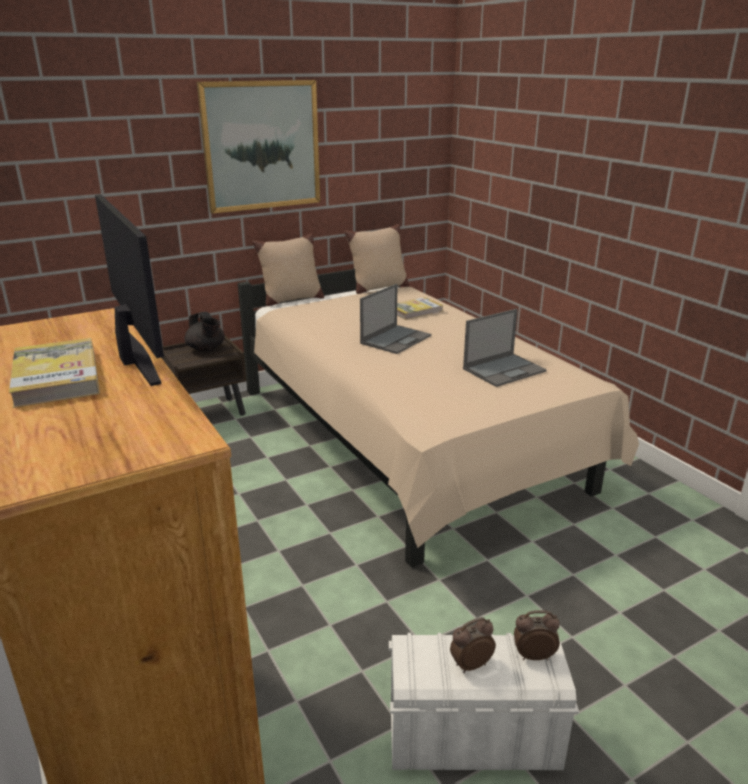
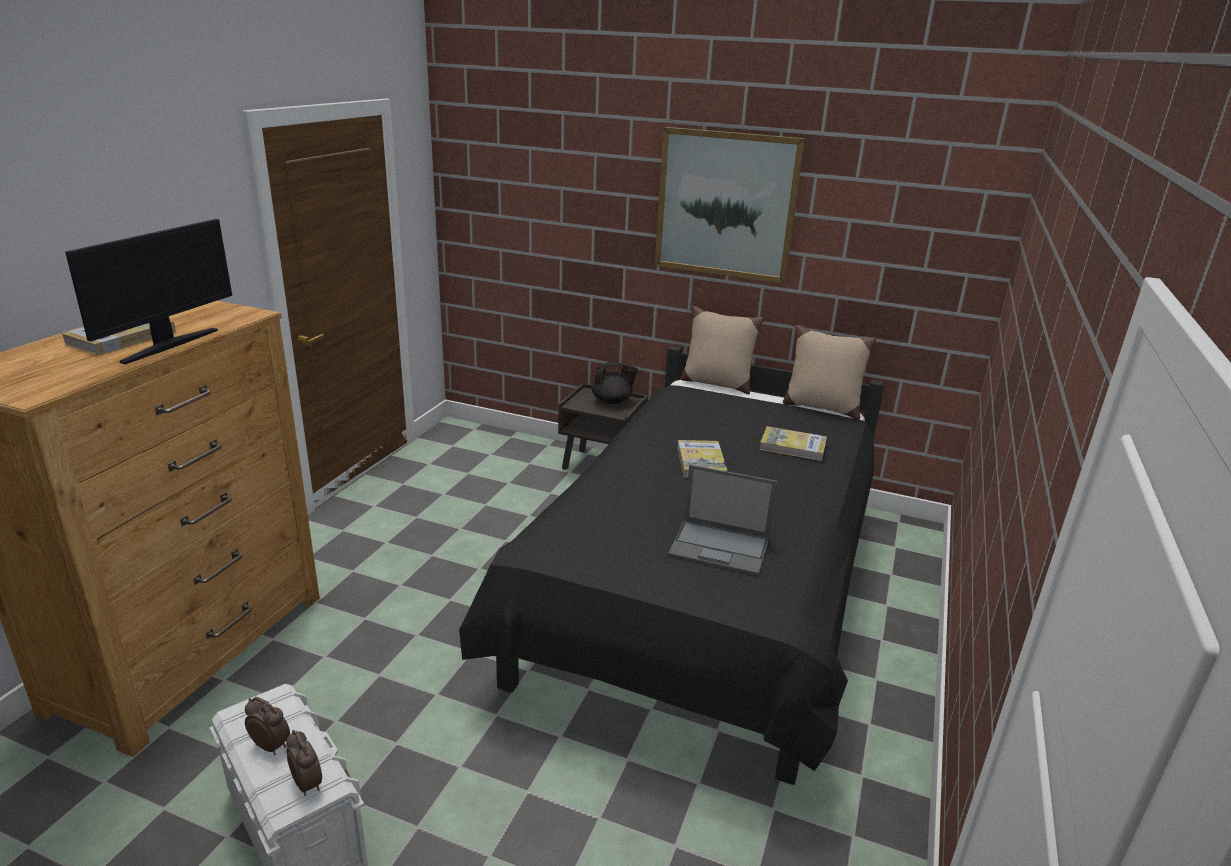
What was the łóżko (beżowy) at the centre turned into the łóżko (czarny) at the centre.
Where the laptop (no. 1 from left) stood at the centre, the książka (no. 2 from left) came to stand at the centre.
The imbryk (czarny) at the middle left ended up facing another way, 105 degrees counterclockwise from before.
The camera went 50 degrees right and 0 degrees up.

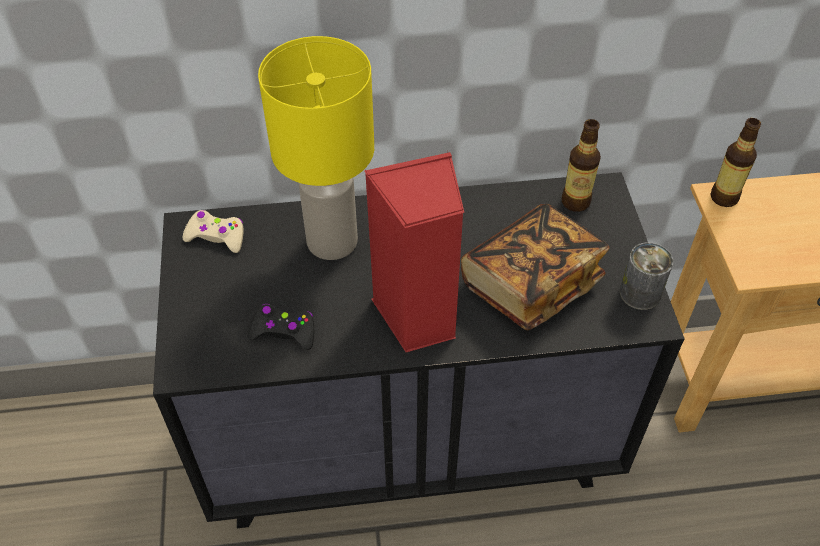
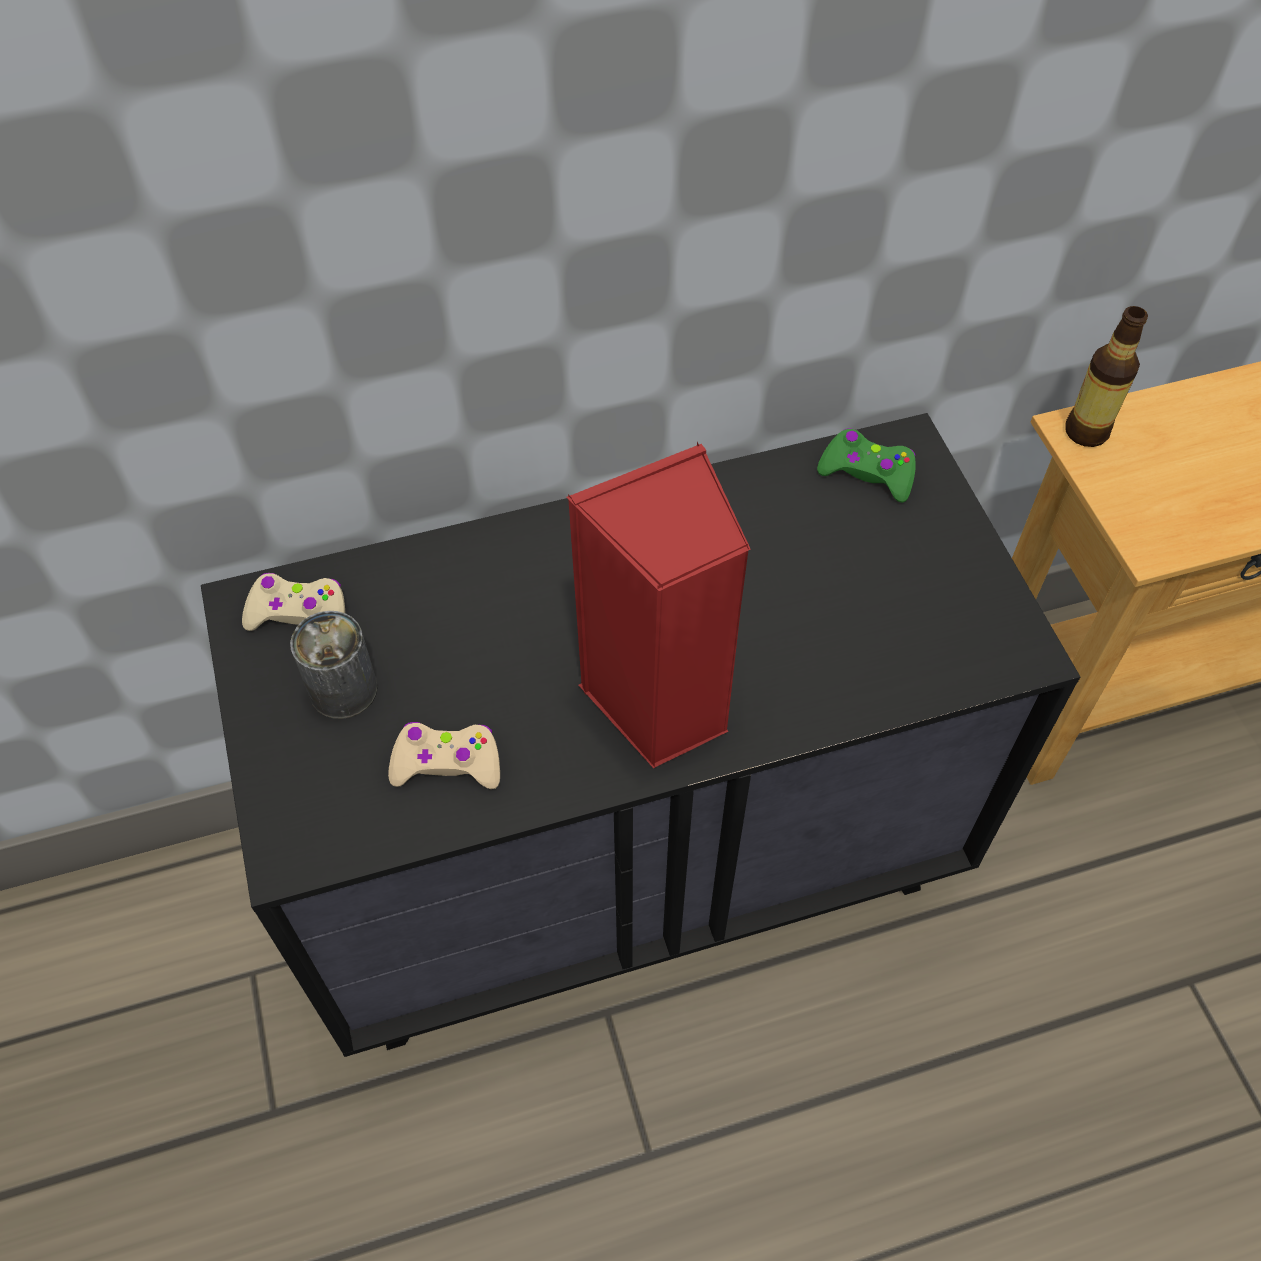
The second view lost the lampa stołowa (żółty) at the top centre.
Where the butelka (no. 1 from left) stood at the top right, the pad do gier (zielony) came to stand at the middle right.
The second view lost the książka at the centre.
The puszka ended up elsewhere, having gone from the middle right to the middle left.
What was the pad do gier (czarny) at the centre turned into the pad do gier (beżowy) (no. 2 from left) at the centre.
The camera went 10 degrees left and 5 degrees up.

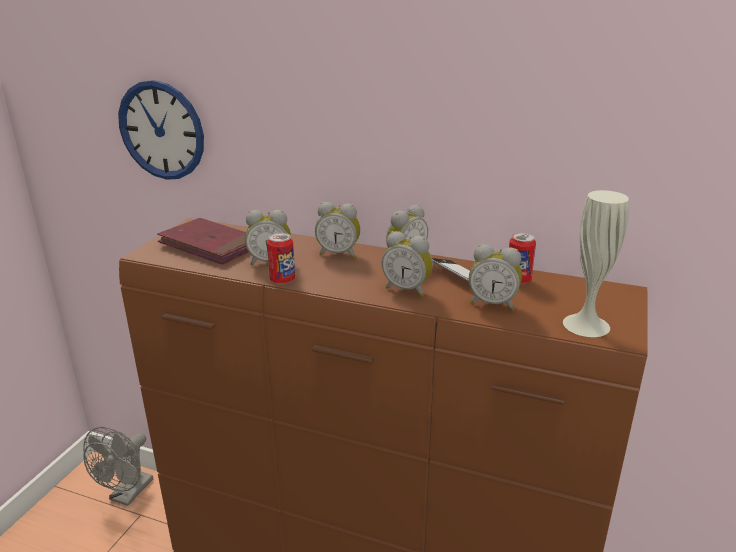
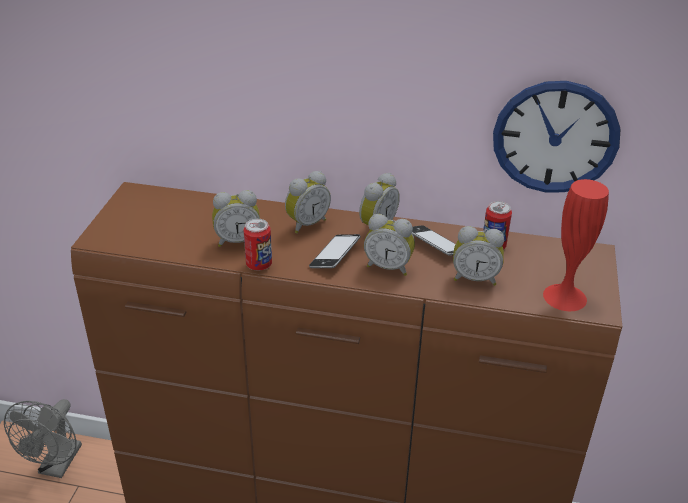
The zegar ścienny ended up elsewhere, having gone from the top left to the top right.
What was the wazon (biały) at the middle right turned into the wazon (czerwony) at the middle right.
The budzik (no. 2 from left) at the centre ended up facing another way, 45 degrees counterclockwise from before.
The second view lost the książka (czerwony) at the middle left.
The second view gained the telefon (no. 1 from left) at the centre.
The camera went 10 degrees left and 10 degrees up.

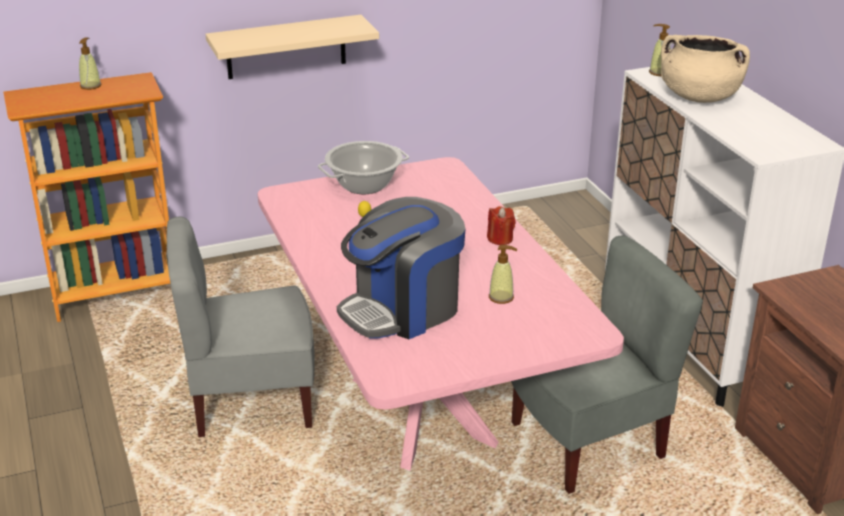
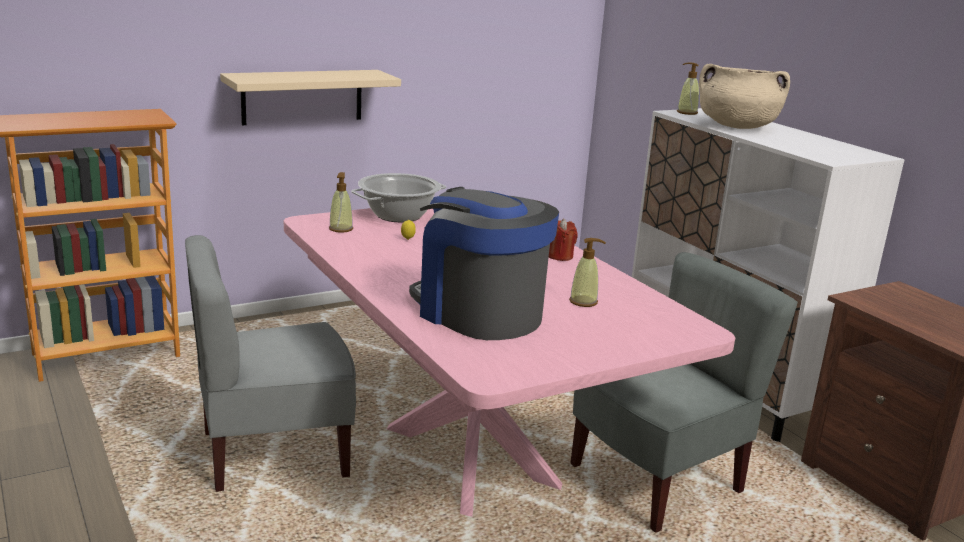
The dozownik mydła (no. 1 from left) ended up elsewhere, having gone from the top left to the centre.
The ekspres do kawy at the centre ended up facing another way, 90 degrees clockwise from before.
The camera went 10 degrees left and 10 degrees down.

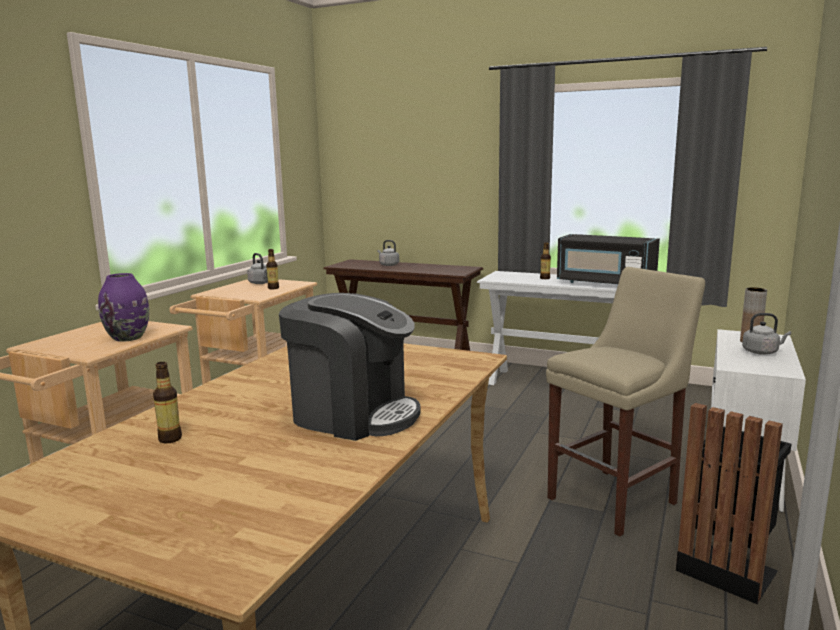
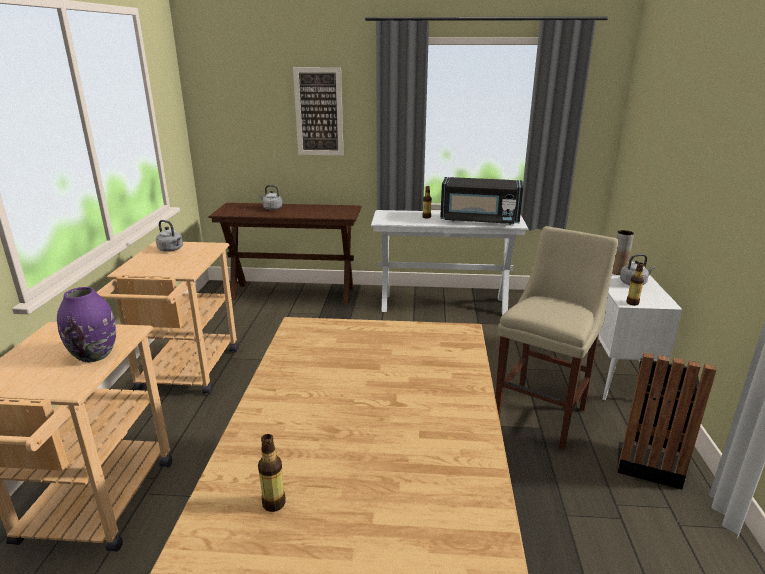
The butelka (no. 2 from left in the first image) ended up elsewhere, having gone from the middle left to the middle right.
The second view lost the ekspres do kawy at the centre.
The second view gained the obraz at the top centre.
The camera went 20 degrees left and 10 degrees up.

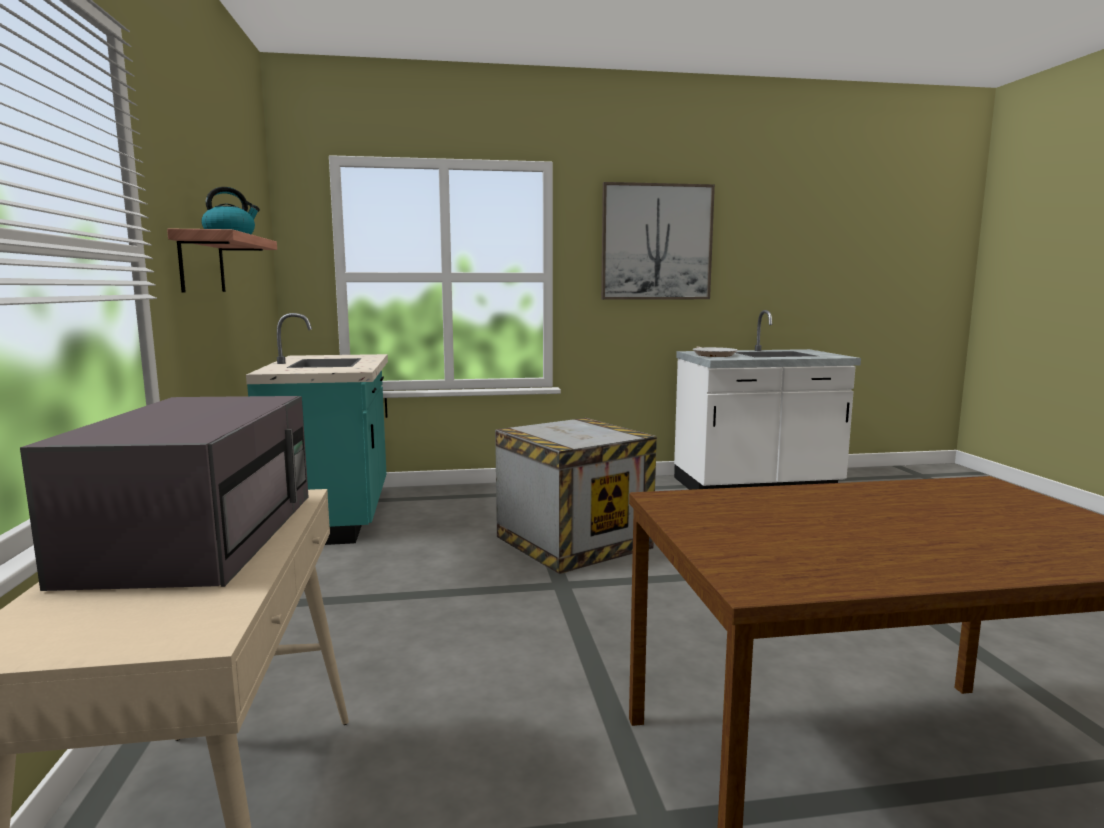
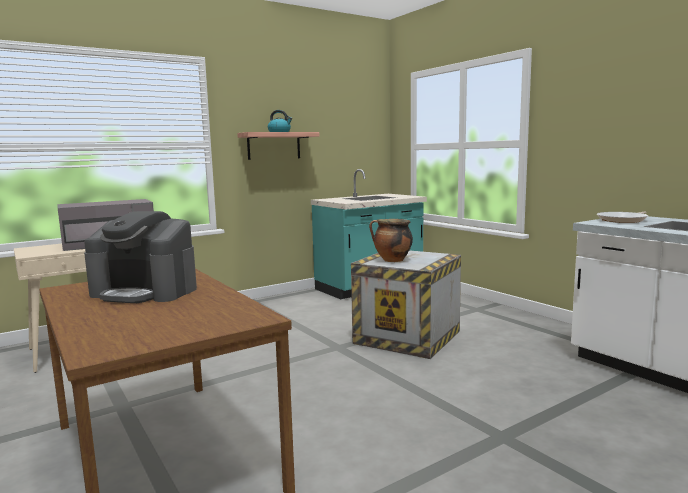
The second view lost the obraz at the top centre.
The second view gained the ekspres do kawy at the middle left.
The second view gained the garnek at the centre.
The camera went 65 degrees right and 0 degrees up.

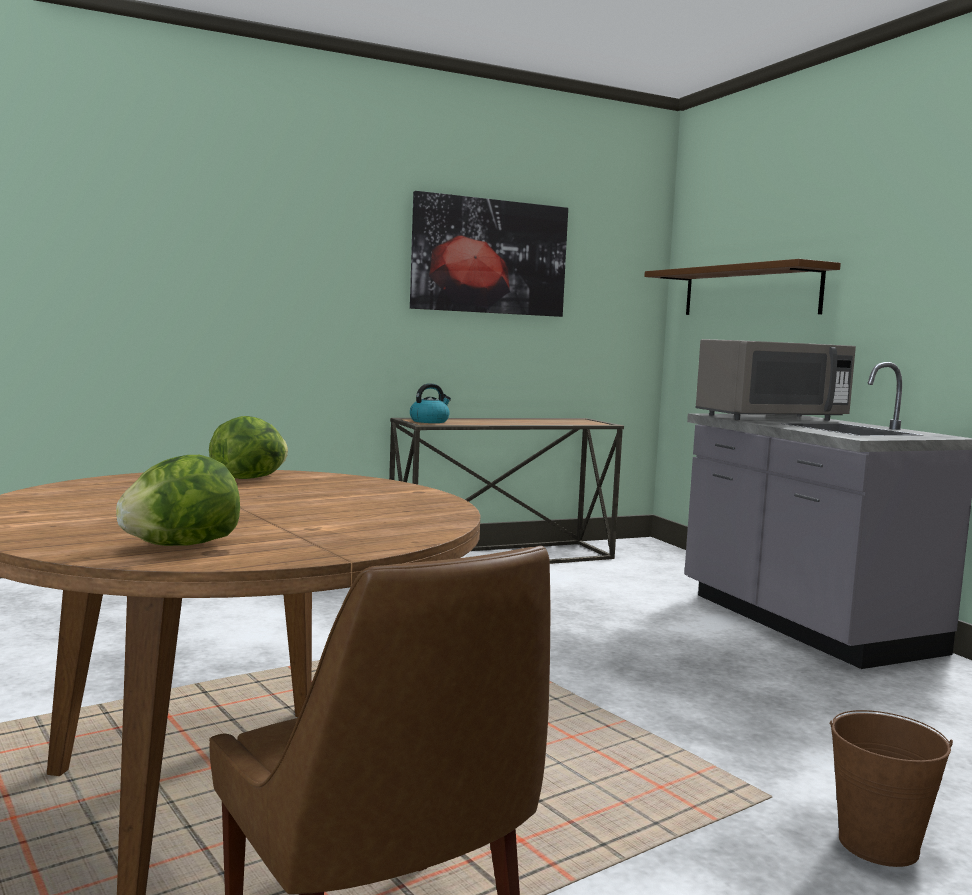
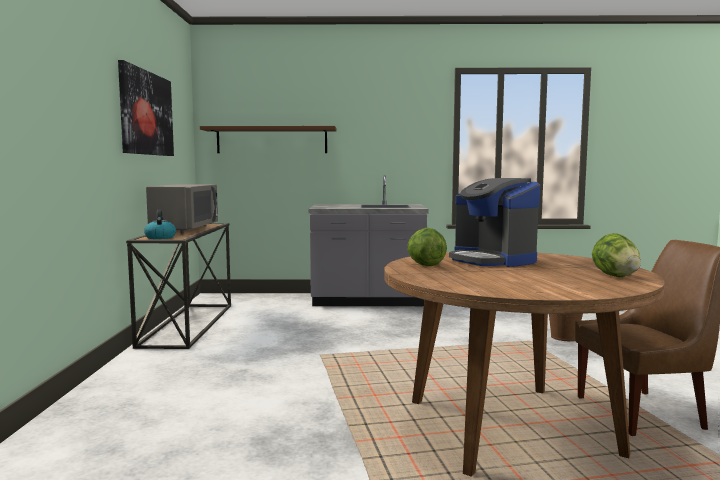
The mikrofalówka (szary) ended up elsewhere, having gone from the middle right to the middle left.
The second view gained the ekspres do kawy at the middle right.
The camera went 65 degrees left and 0 degrees up.

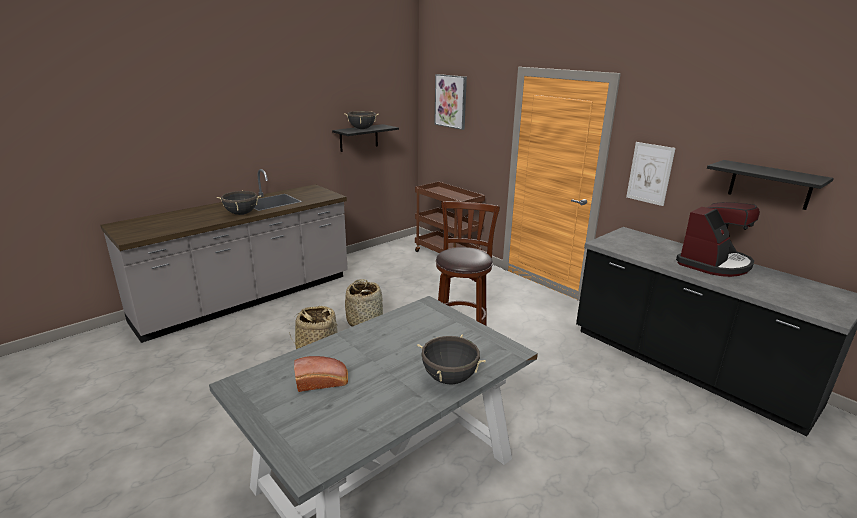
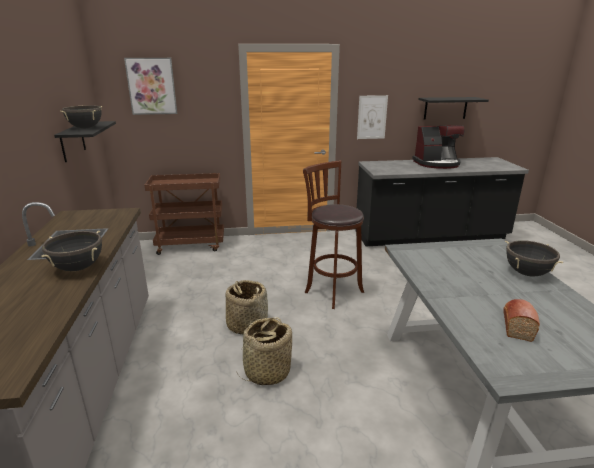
The ekspres do kawy at the middle right ended up facing another way, 90 degrees clockwise from before.
The camera went 55 degrees left and 0 degrees up.

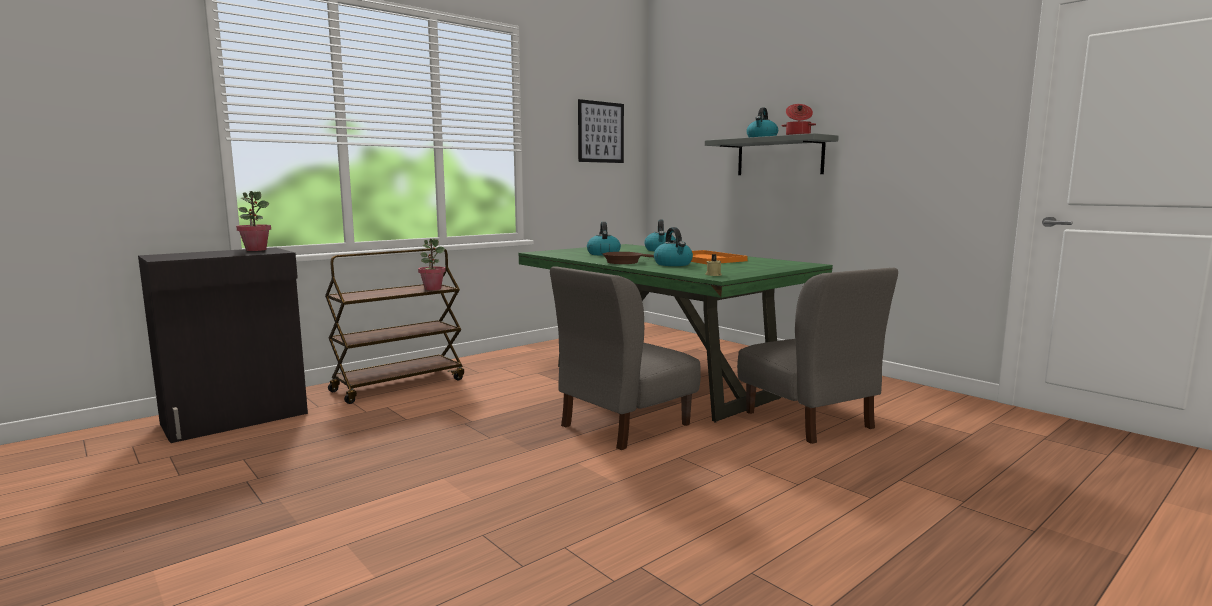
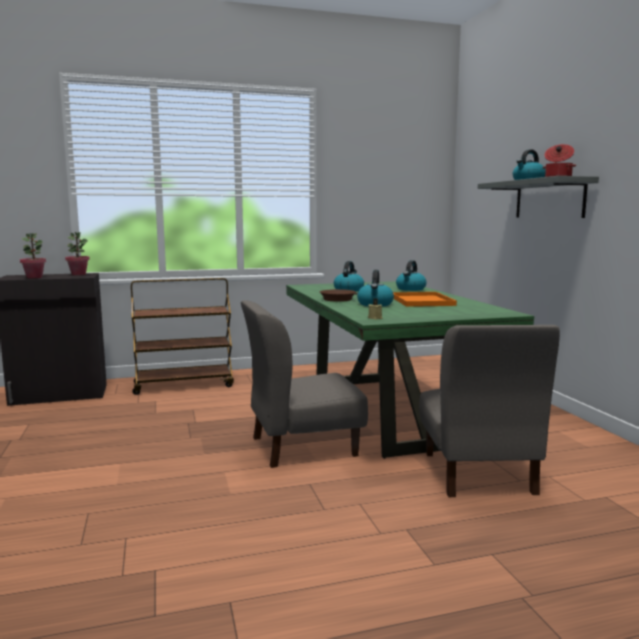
The second view lost the obraz at the top centre.
The roślina doniczkowa (no. 2 from left in the first image) ended up elsewhere, having gone from the centre to the middle left.
The camera went 25 degrees right and 0 degrees up.

